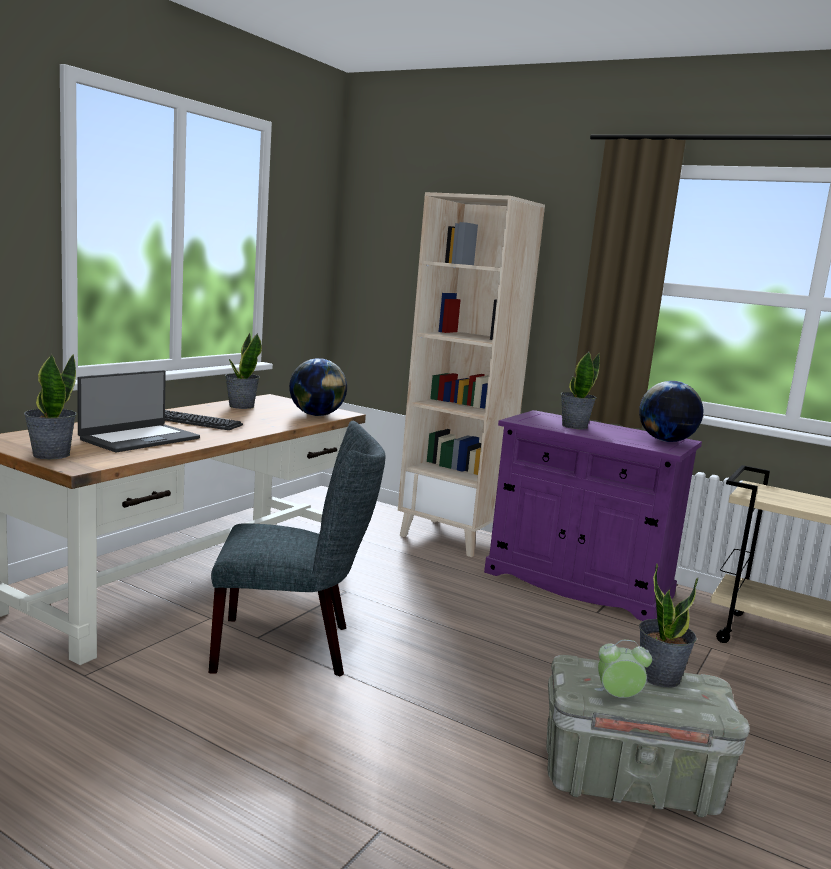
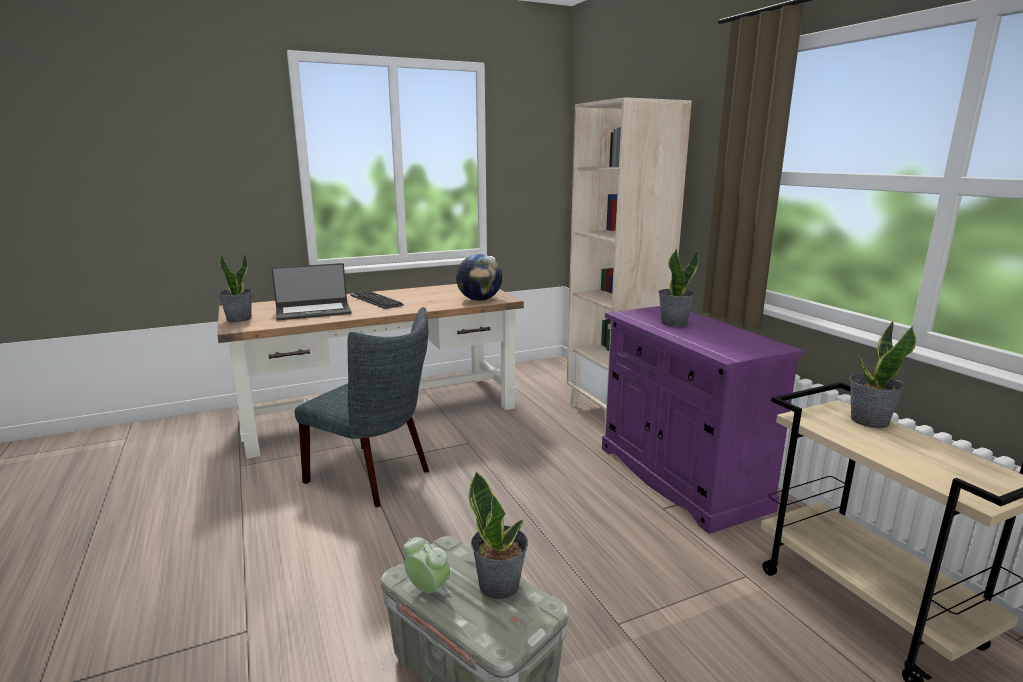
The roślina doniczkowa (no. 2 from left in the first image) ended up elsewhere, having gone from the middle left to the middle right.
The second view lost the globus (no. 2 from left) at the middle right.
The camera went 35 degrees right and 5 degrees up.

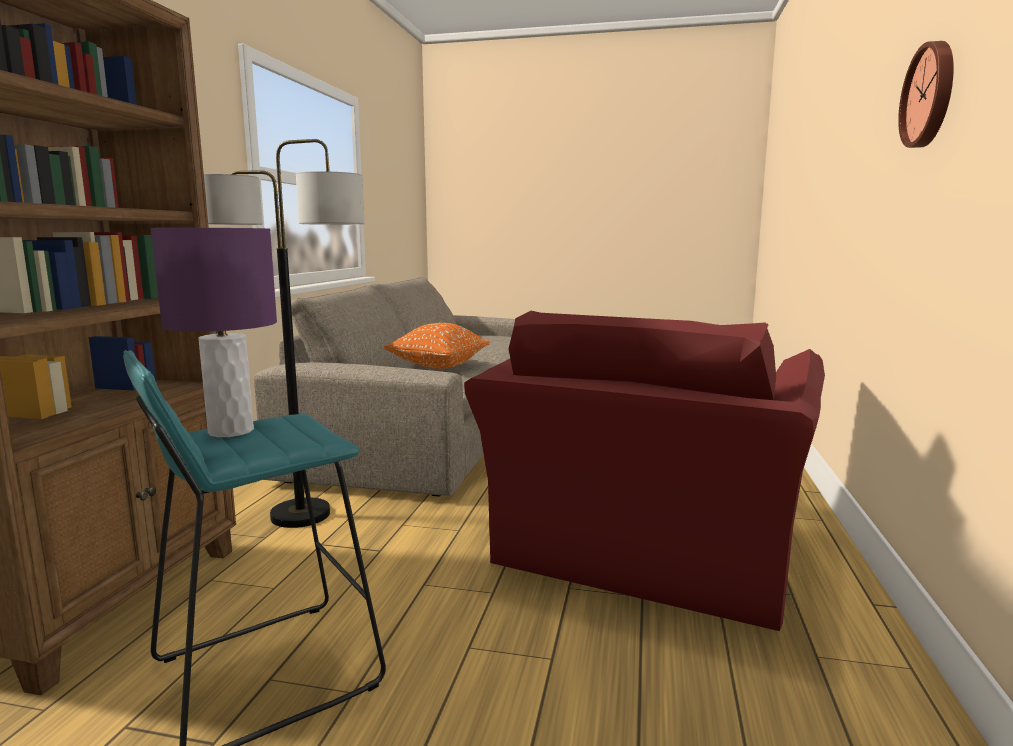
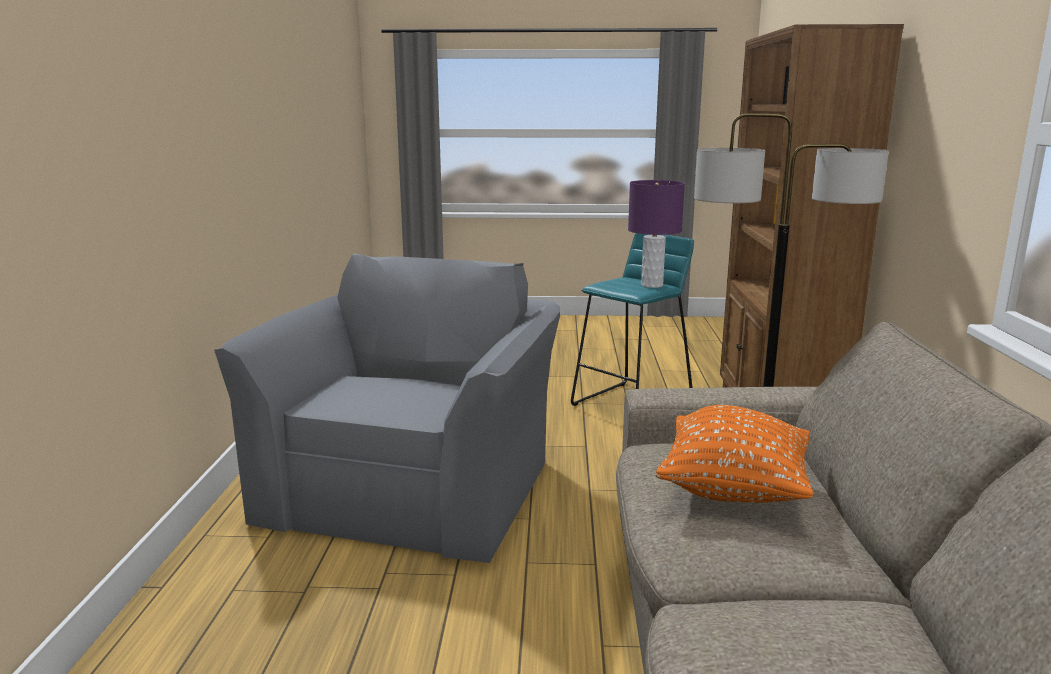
The second view lost the zegar ścienny at the top right.
What was the fotel (czerwony) at the centre turned into the fotel (szary) at the centre.
The camera went 170 degrees right and 5 degrees up.

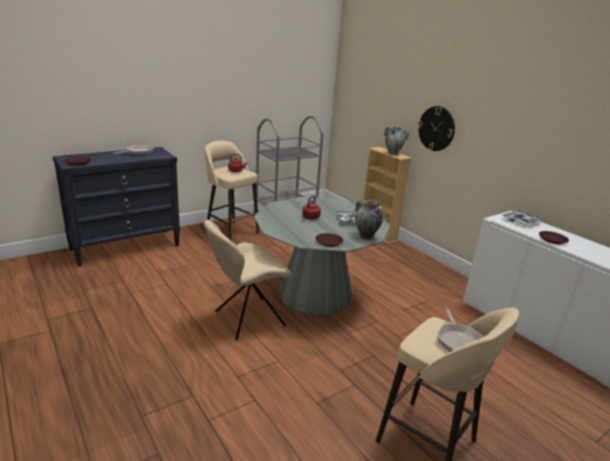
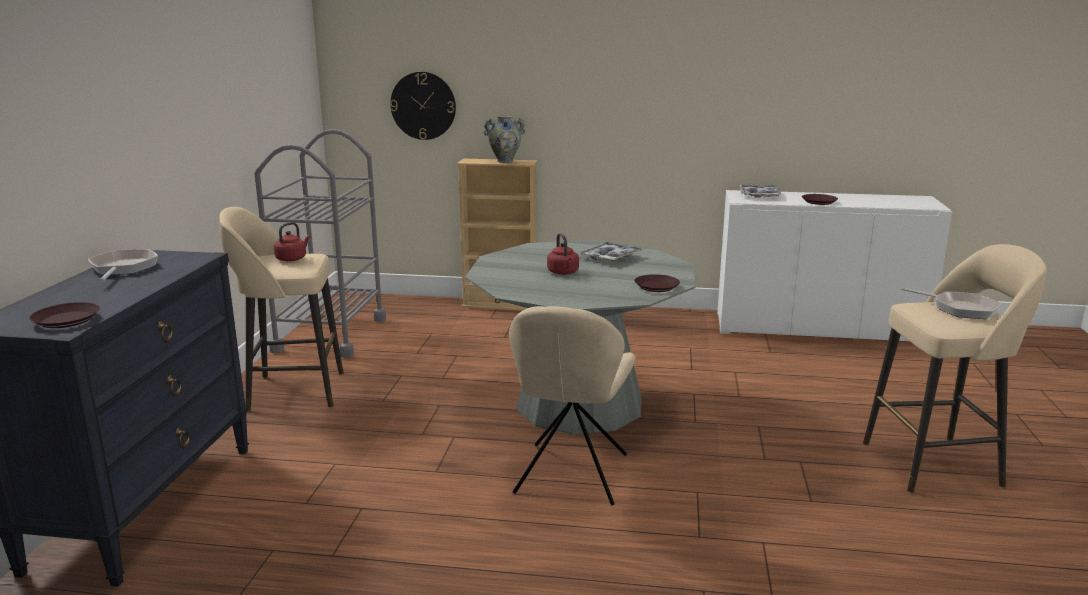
The zegar ścienny ended up elsewhere, having gone from the top right to the top centre.
The second view lost the wazon (no. 1 from left) at the centre.
The camera went 45 degrees left and 5 degrees down.

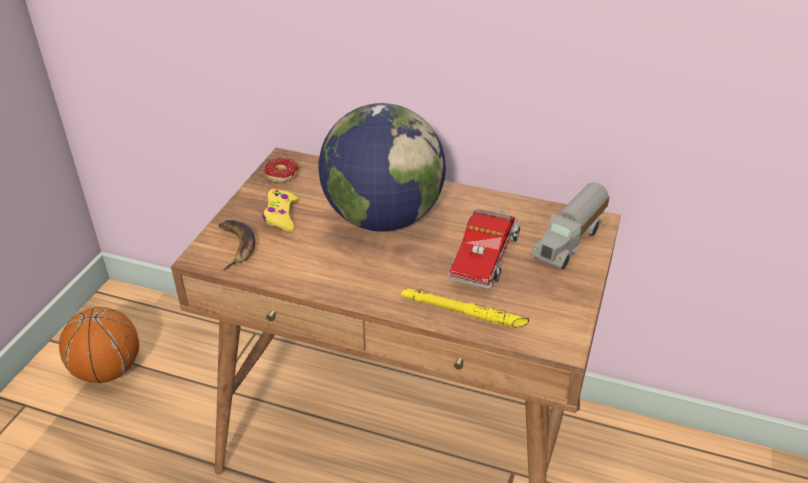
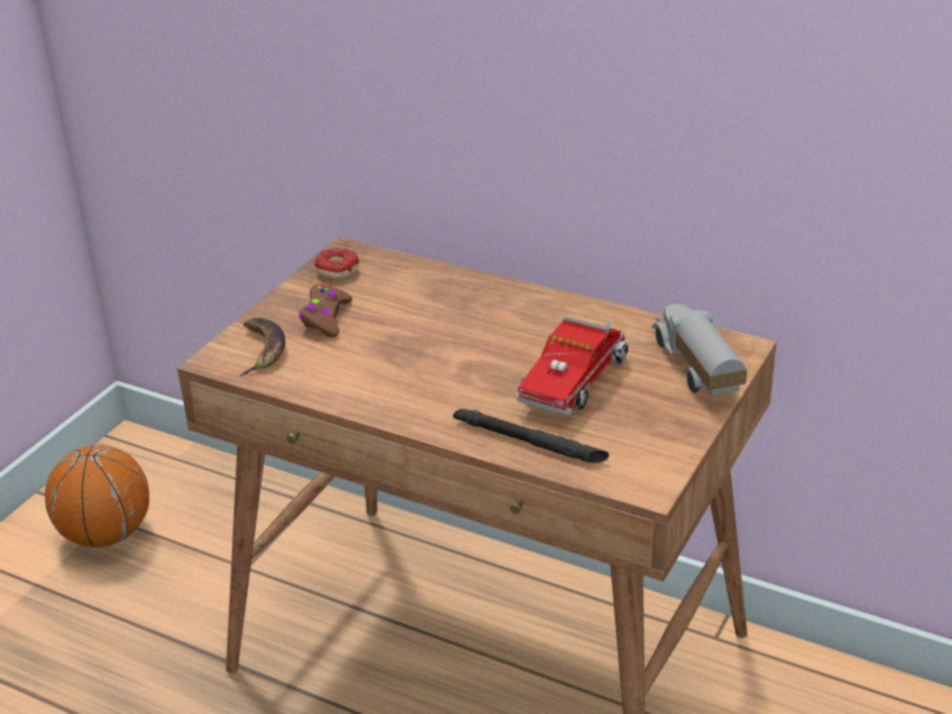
The second view lost the globus at the centre.
The ciężarówka zabawkowa (no. 2 from left) at the middle right ended up facing another way, 120 degrees clockwise from before.
What was the pad do gier (żółty) at the centre turned into the pad do gier (brązowy) at the centre.
What was the latarka (żółty) at the centre turned into the latarka (czarny) at the centre.
The camera went 10 degrees right and 5 degrees down.

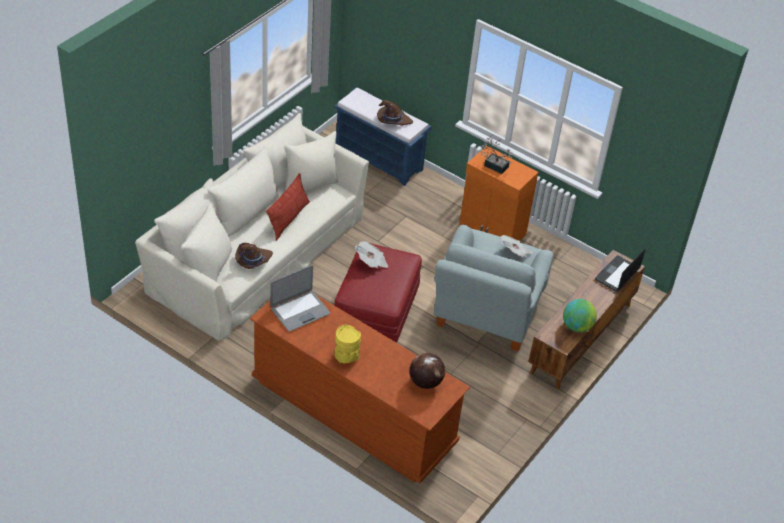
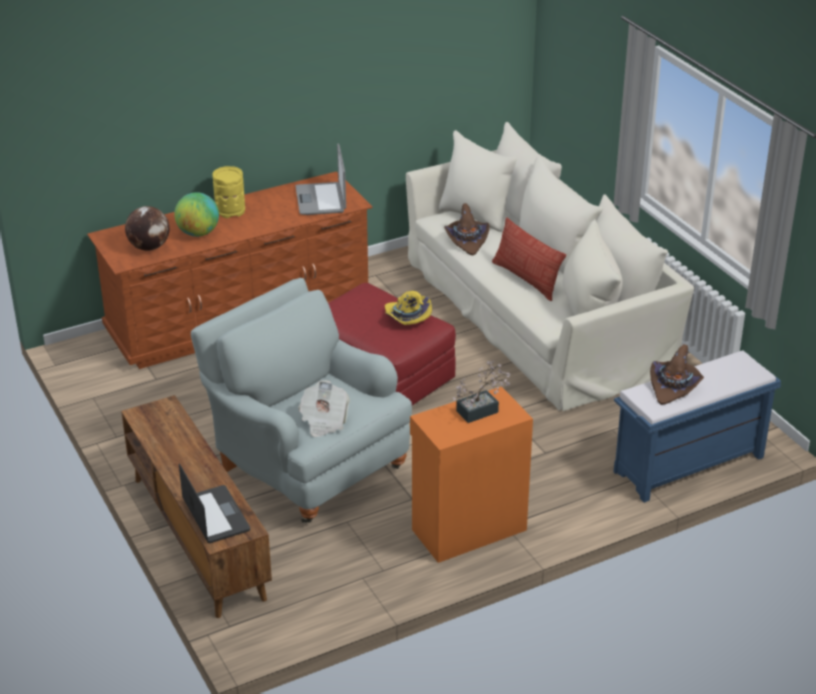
Where the gazeta (no. 1 from left) stood at the centre, the kapelusz (żółty) came to stand at the centre.
The globus (no. 2 from left) ended up elsewhere, having gone from the middle right to the top left.
The camera went 120 degrees right and 10 degrees down.

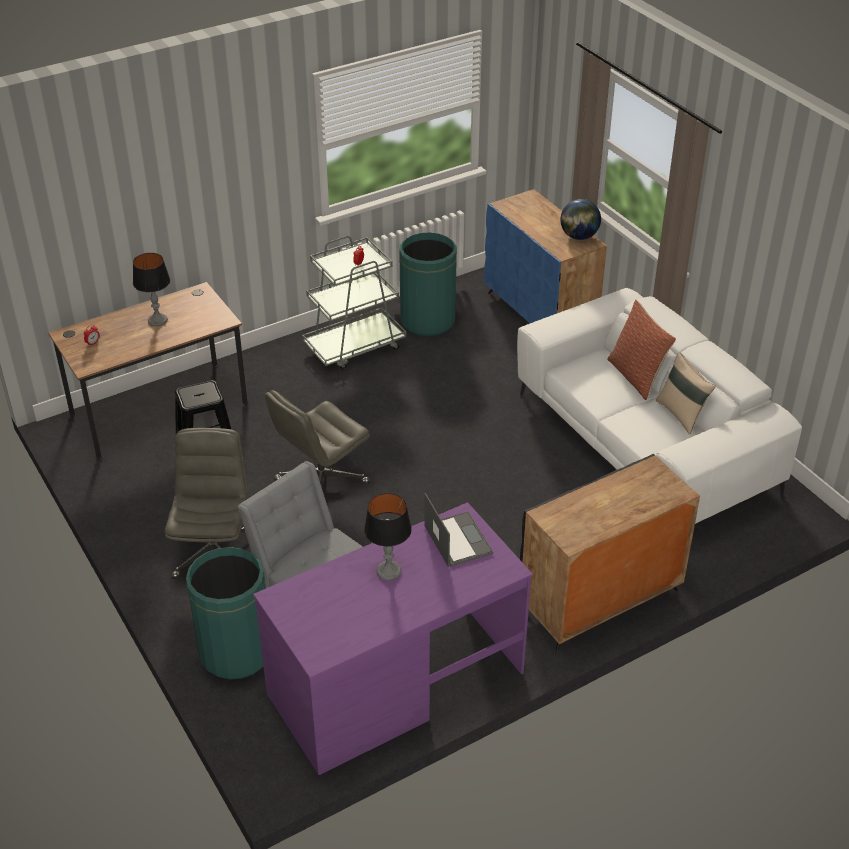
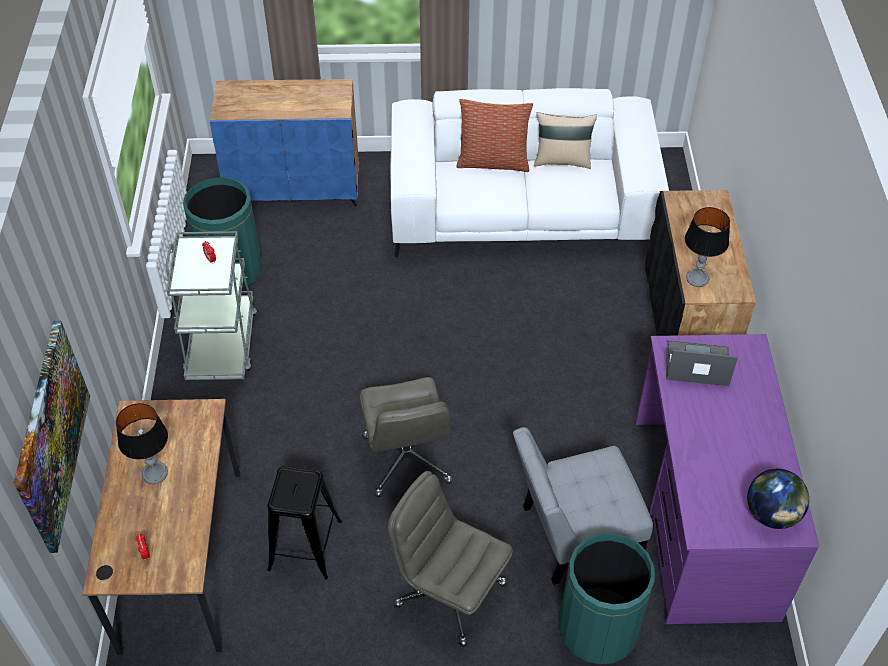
The globus ended up elsewhere, having gone from the top right to the bottom right.
The lampa stołowa (no. 2 from left) ended up elsewhere, having gone from the centre to the middle right.
The second view gained the obraz at the middle left.
The camera went 60 degrees left and 10 degrees up.

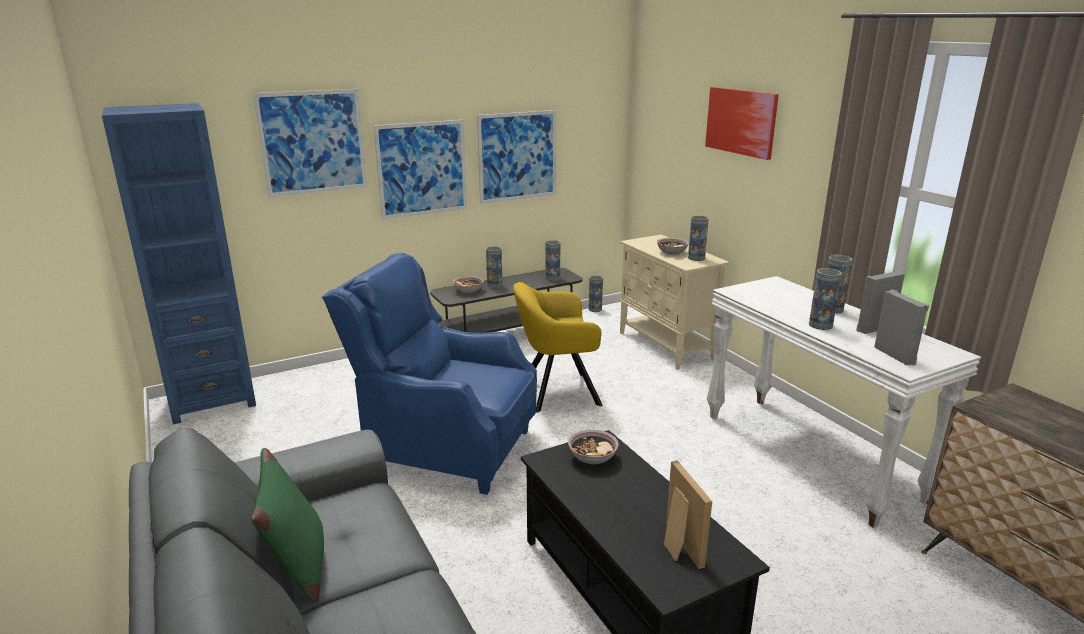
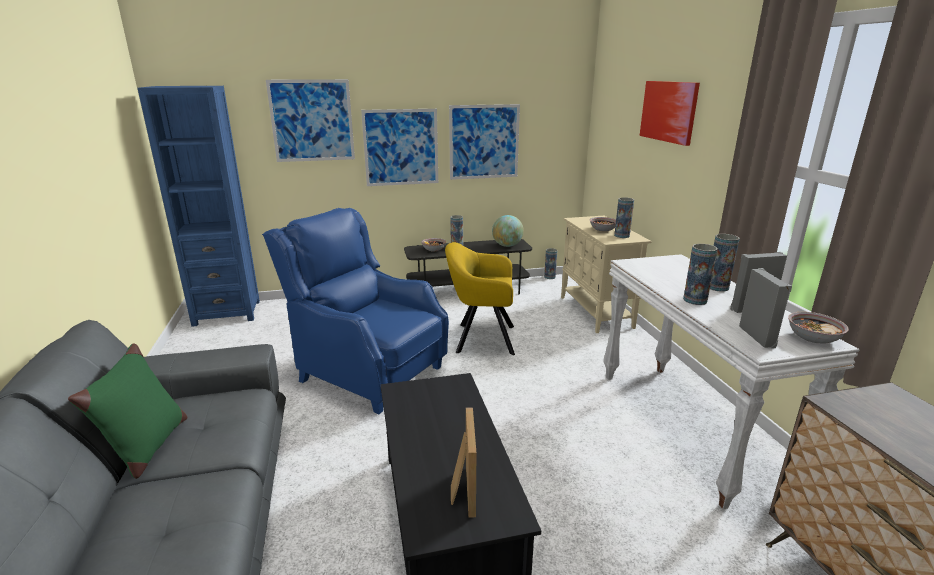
Where the wazon (no. 2 from left) stood at the centre, the globus came to stand at the centre.
The miska (no. 2 from left in the first image) ended up elsewhere, having gone from the bottom centre to the middle right.
The camera went 15 degrees right and 0 degrees up.

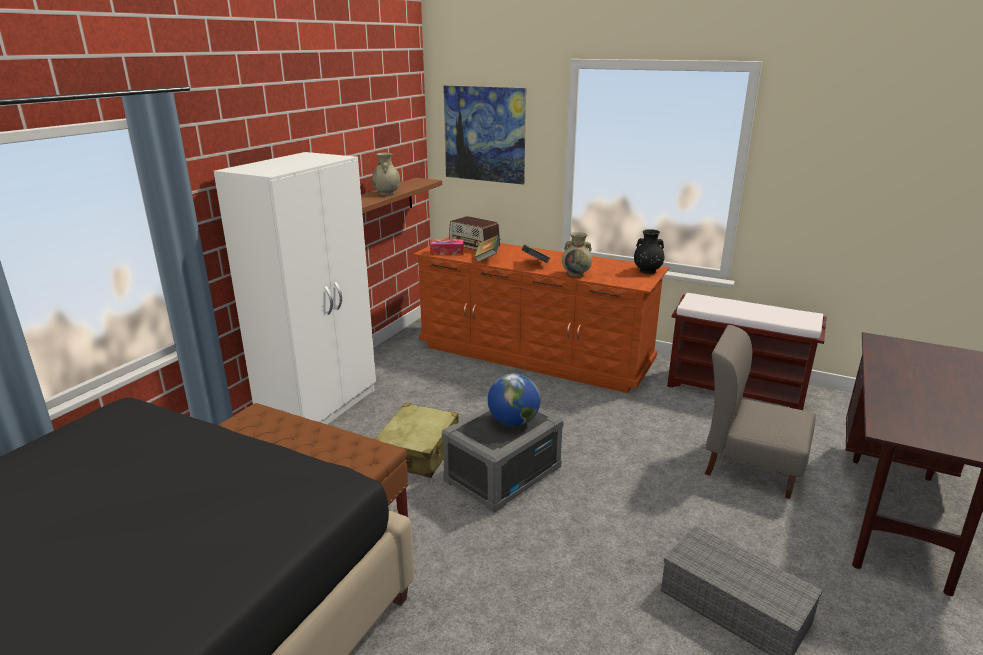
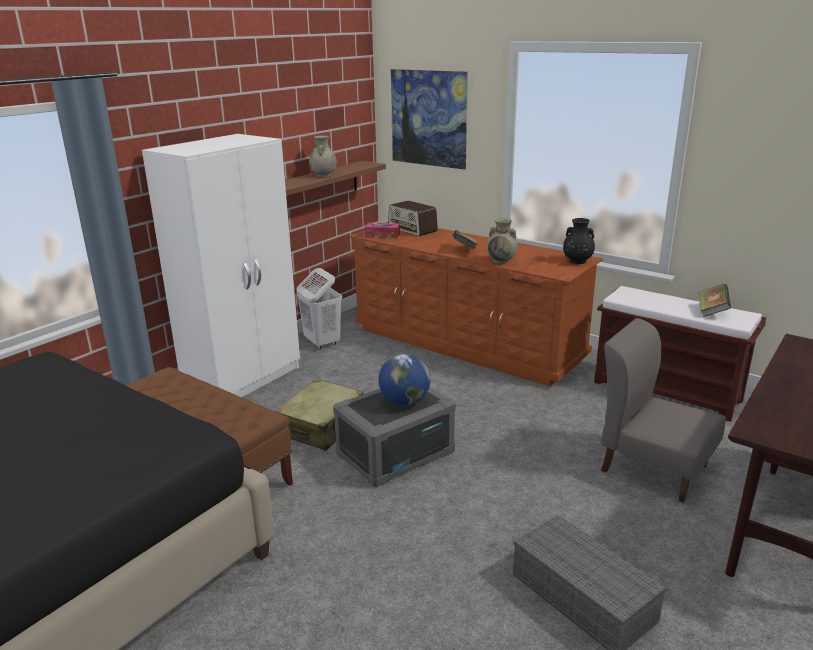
The książka (no. 1 from left in the first image) ended up elsewhere, having gone from the centre to the middle right.
The second view gained the kosz na pranie (biały) at the centre.
The camera went 10 degrees right and 0 degrees up.

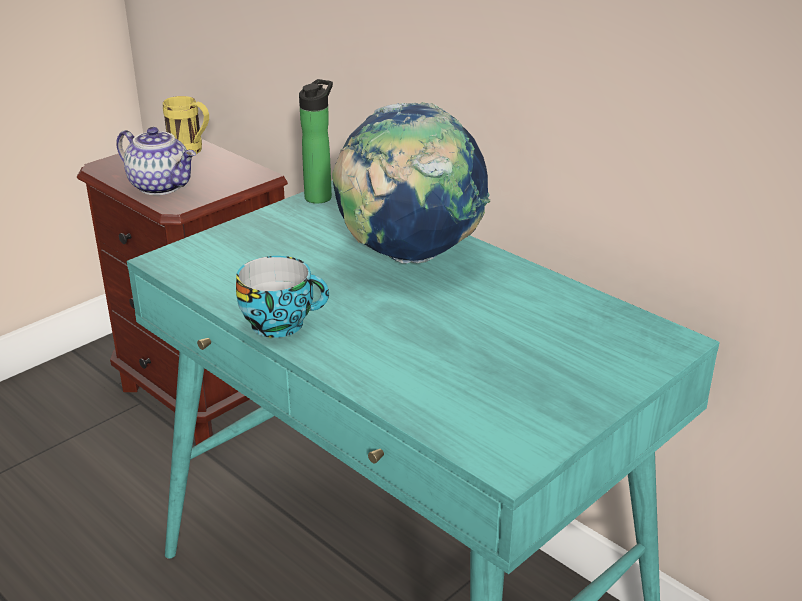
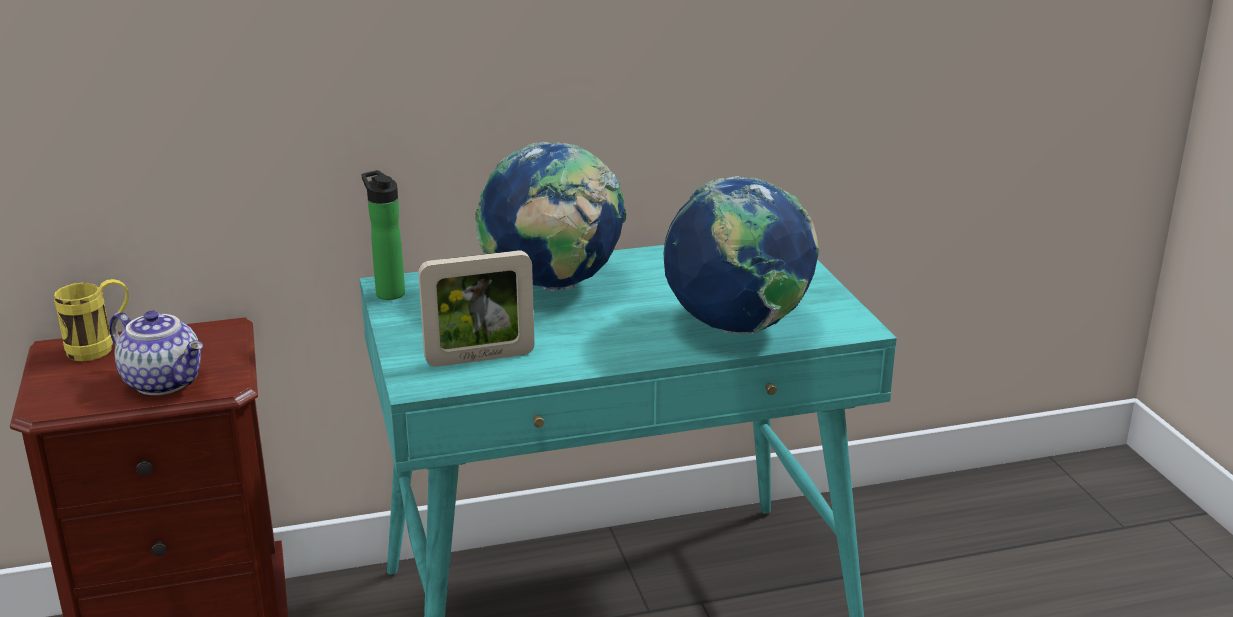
The imbryk at the top left ended up facing another way, 60 degrees clockwise from before.
The second view lost the filiżanka at the centre.
The second view gained the globus (no. 2 from left) at the centre.
The second view gained the ramka na zdjęcie at the centre.
The camera went 60 degrees left and 5 degrees down.

